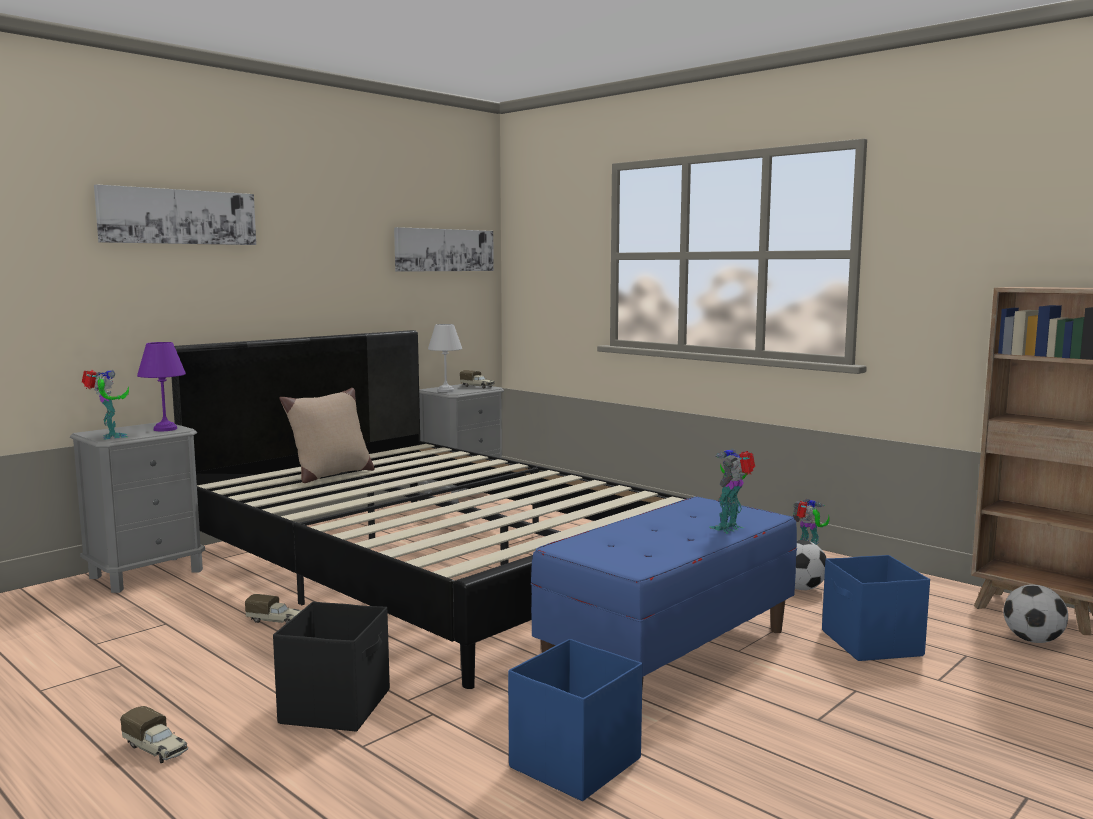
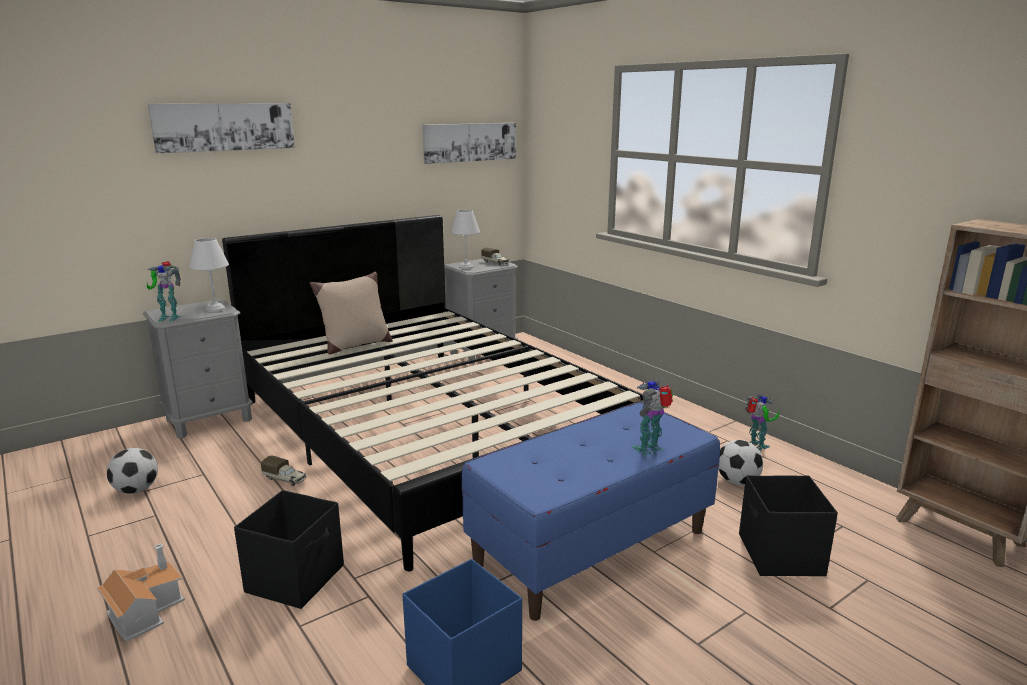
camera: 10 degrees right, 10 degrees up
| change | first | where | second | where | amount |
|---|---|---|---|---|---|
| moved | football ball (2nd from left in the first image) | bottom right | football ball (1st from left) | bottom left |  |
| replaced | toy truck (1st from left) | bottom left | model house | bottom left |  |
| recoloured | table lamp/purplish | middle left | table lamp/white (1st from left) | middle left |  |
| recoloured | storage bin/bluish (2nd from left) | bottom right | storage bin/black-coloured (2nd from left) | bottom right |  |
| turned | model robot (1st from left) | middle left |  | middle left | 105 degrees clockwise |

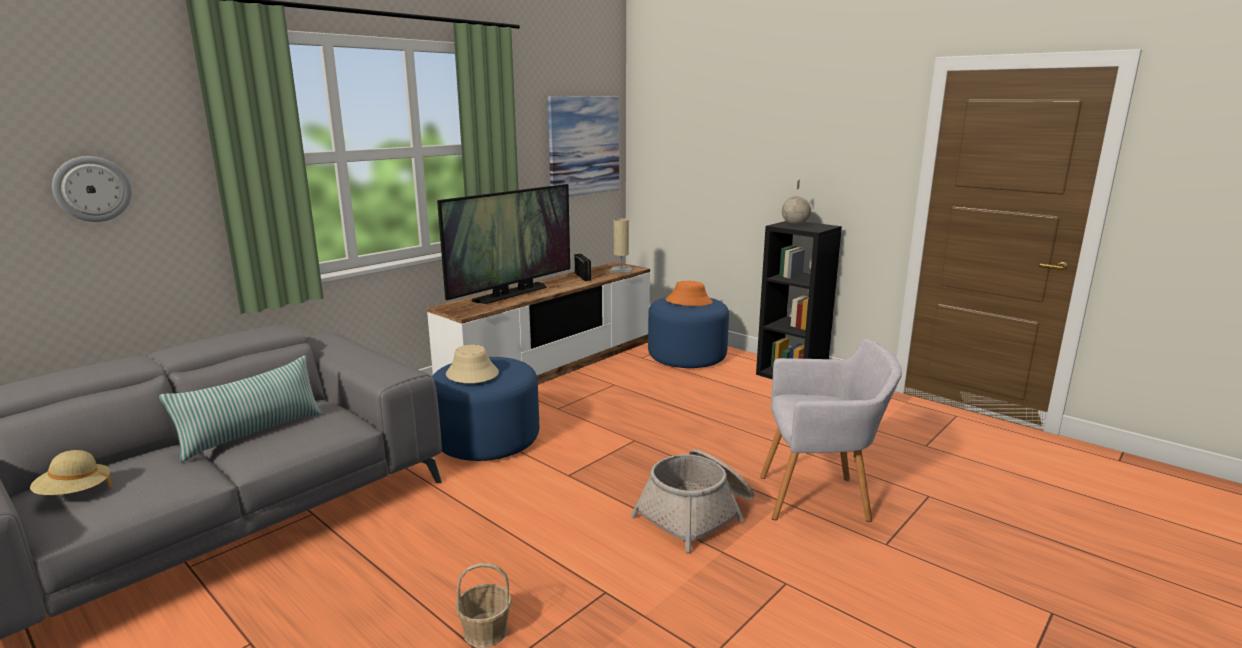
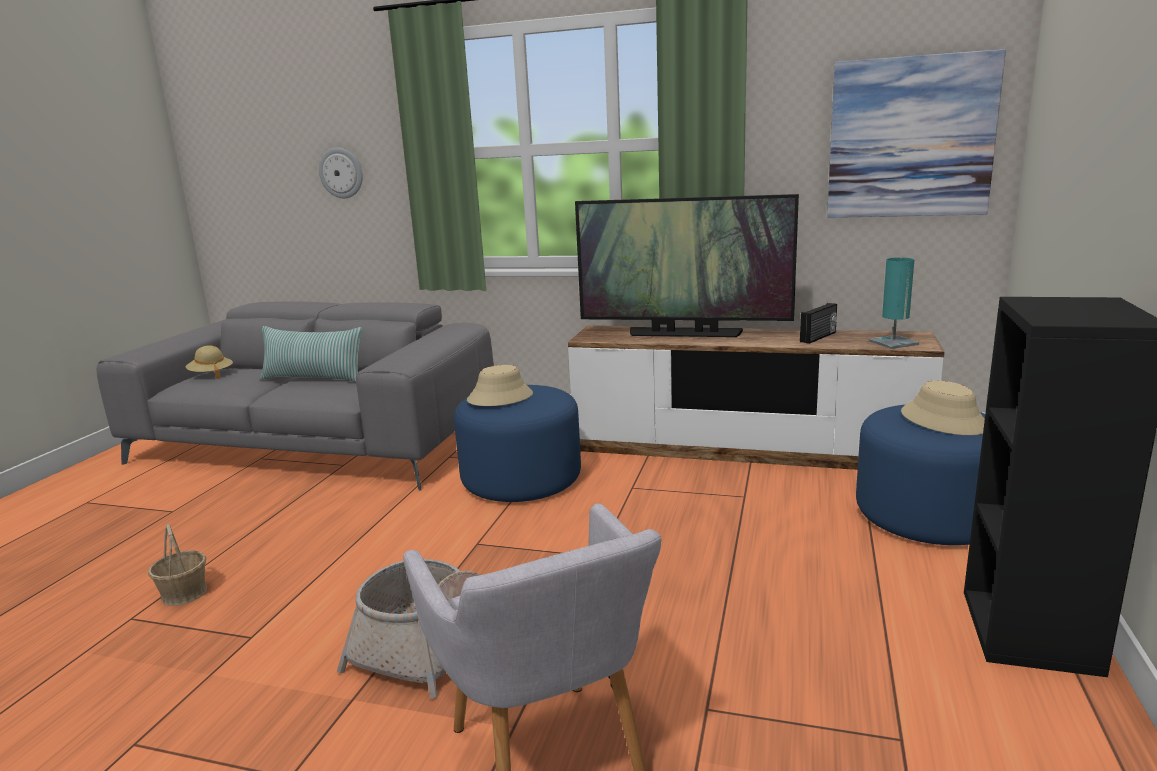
camera: 65 degrees right, 0 degrees up
| change | first | where | second | where | amount |
|---|---|---|---|---|---|
| removed | globe | top centre |  |  |  |
| recoloured | table lamp/beige-coloured | centre | table lamp/turquoise-coloured | middle right |  |
| recoloured | clothing hat/orange-coloured | centre | clothing hat/beige-coloured (3rd from left) | middle right |  |

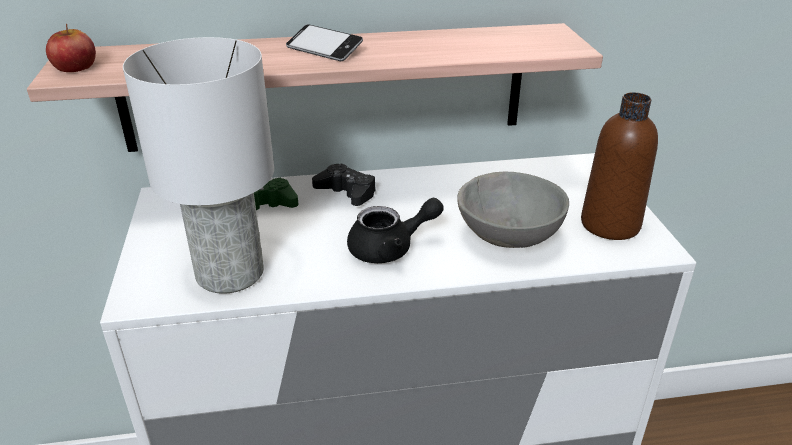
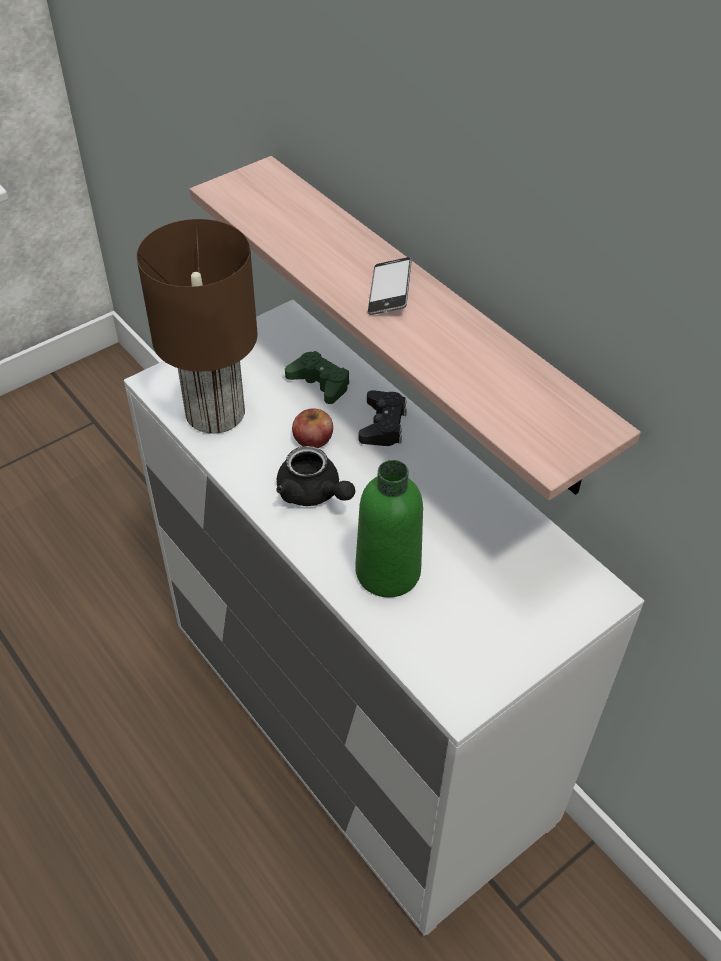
camera: 60 degrees right, 15 degrees up
| change | first | where | second | where | amount |
|---|---|---|---|---|---|
| removed | beverage bottle/brown | middle right |  |  |  |
| moved | apple fruit | top left |  | centre |  |
| replaced | deep dish/gray | centre | beverage bottle/green-coloured | centre |  |
| recoloured | table lamp/white | middle left | table lamp/brown | middle left |  |

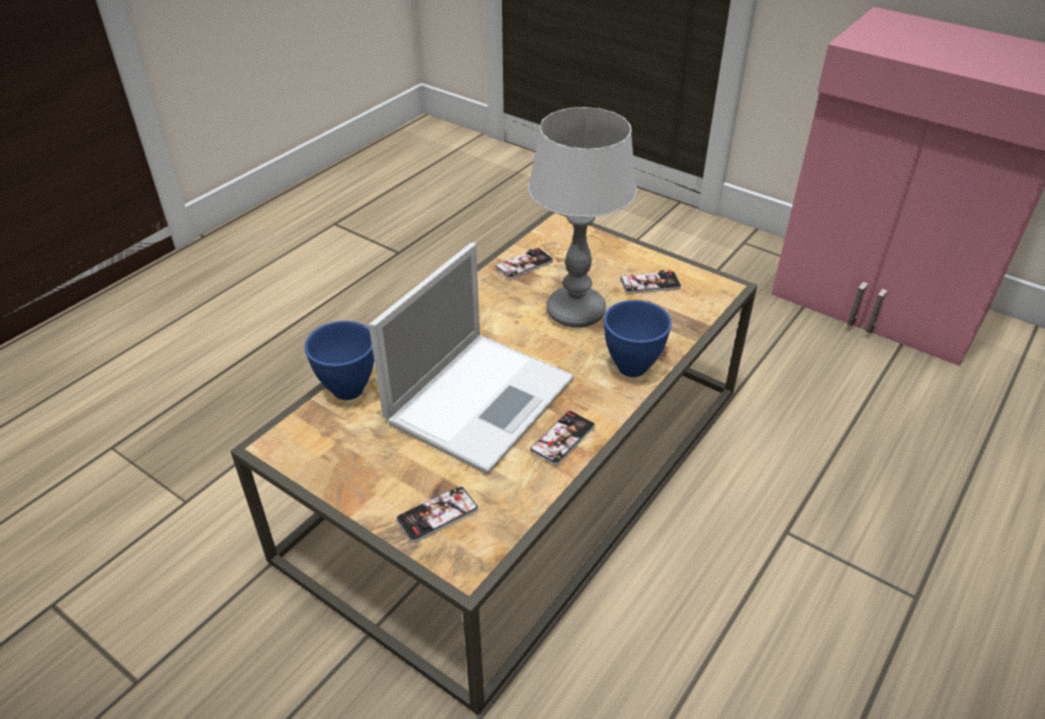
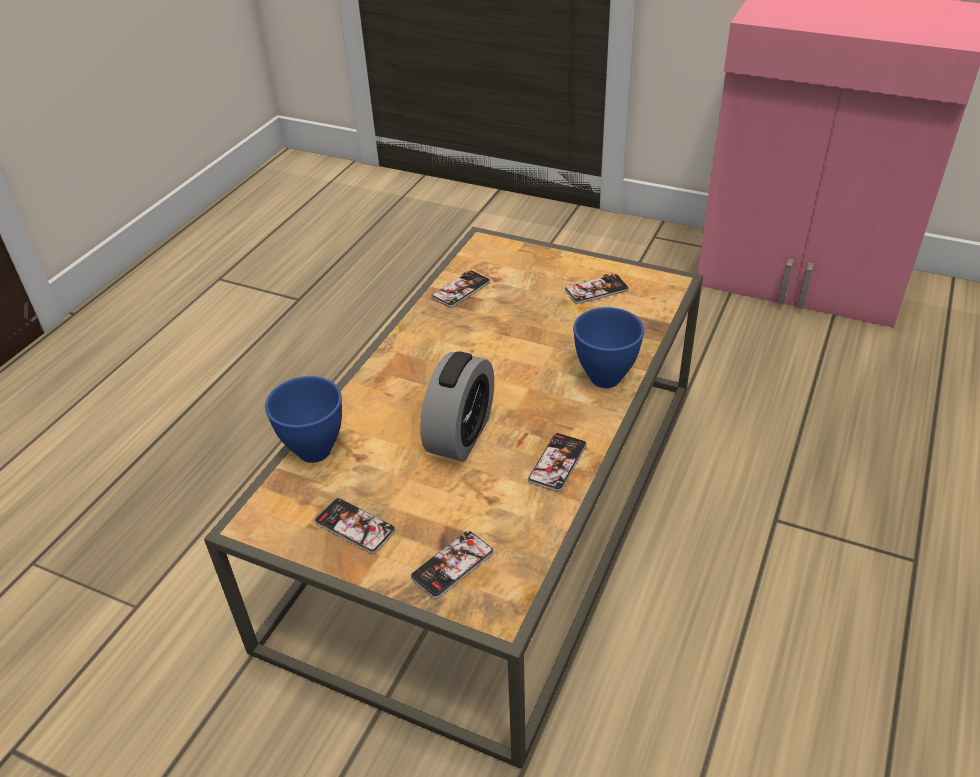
camera: 10 degrees left, 0 degrees up
| change | first | where | second | where | amount |
|---|---|---|---|---|---|
| removed | table lamp | top centre |  |  |  |
| added |  |  | phone (1st from left) | bottom centre |  |
| replaced | notebook computer | centre | table clock | centre |  |

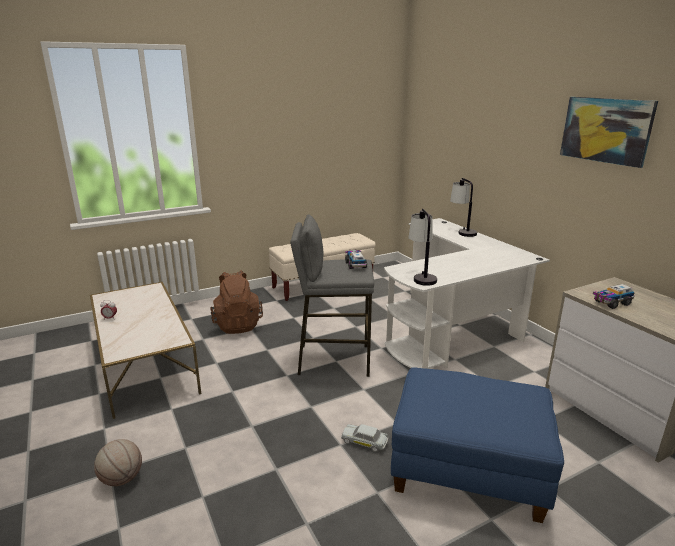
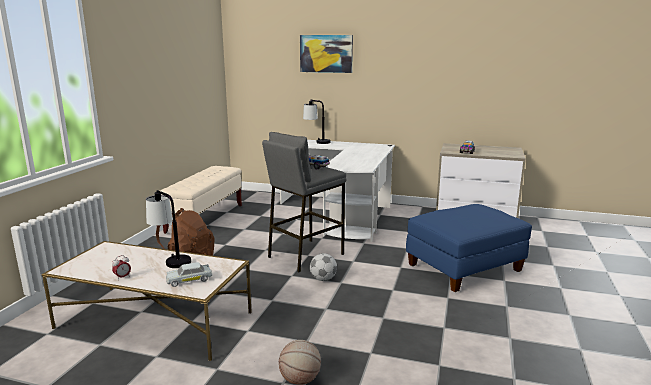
camera: 45 degrees left, 5 degrees down
| change | first | where | second | where | amount |
|---|---|---|---|---|---|
| added |  |  | football ball | bottom centre |  |
| moved | miniature car/white | bottom centre |  | bottom left |  |
| moved | table lamp (1st from left) | centre |  | middle left |  |
| moved | picture | top right |  | top centre |  |

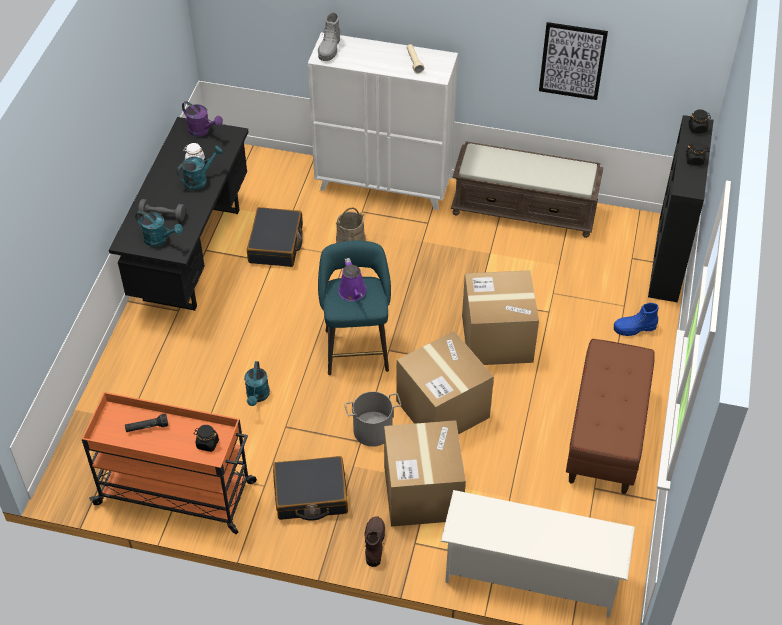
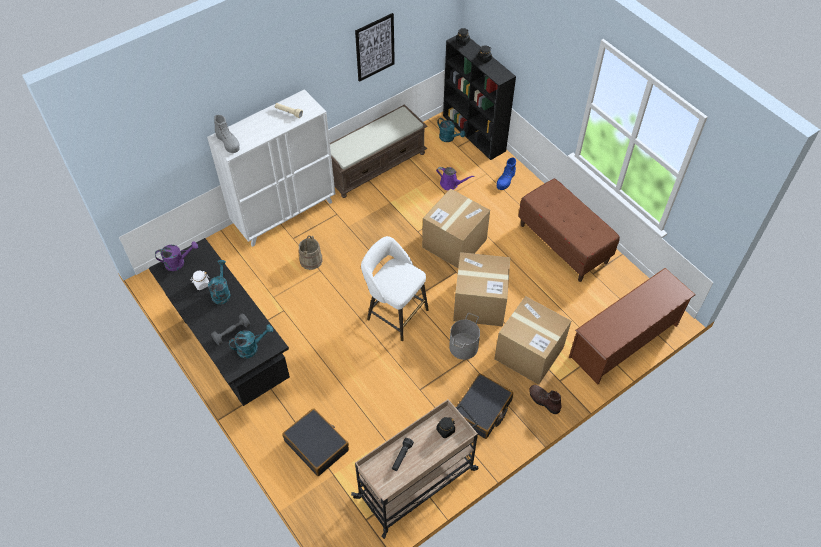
camera: 50 degrees left, 5 degrees up
| change | first | where | second | where | amount |
|---|---|---|---|---|---|
| moved | watering can/turquoise-coloured (3rd from left) | middle left |  | top centre |  |
| moved | suitcase/black-coloured (1st from left) | centre |  | bottom centre |  |
| moved | watering can/purplish (2nd from left) | centre |  | top centre |  |
| recoloured | wheeled cart/orange-coloured | bottom left | wheeled cart/beige-coloured | bottom centre |  |
| recoloured | sitting stool/turquoise-coloured | centre | sitting stool/white | centre |  |
| recoloured | shoe stand/white | bottom right | shoe stand/brown | middle right |  |

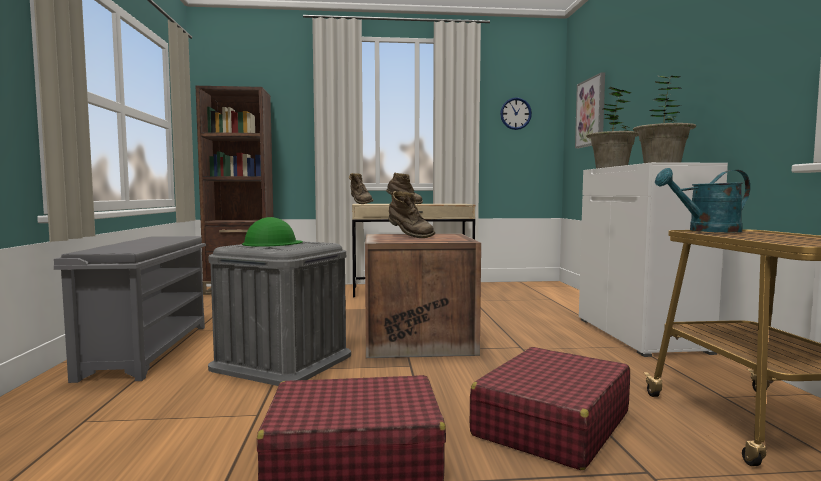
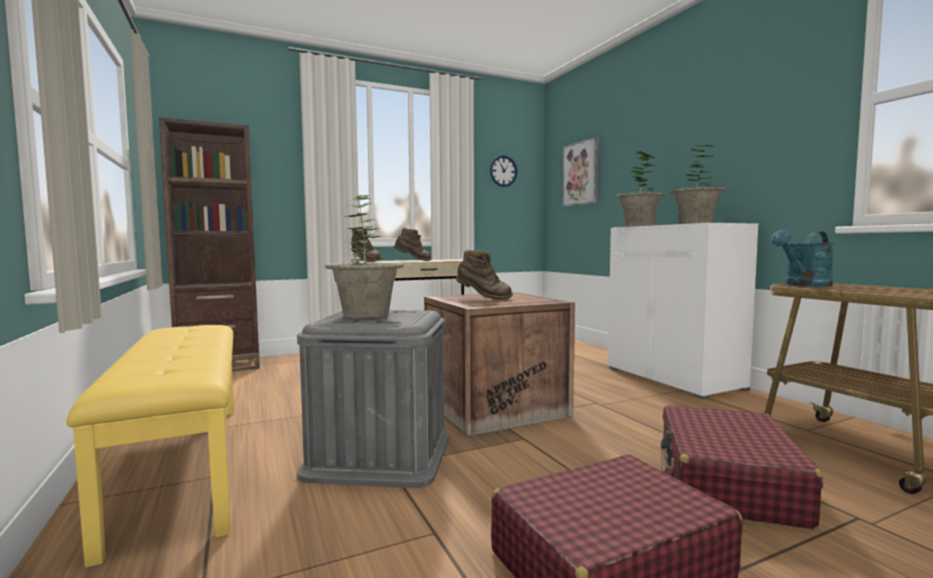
camera: 20 degrees left, 0 degrees up
| change | first | where | second | where | amount |
|---|---|---|---|---|---|
| replaced | shoe stand/gray | middle left | bench/yellowish | bottom left |  |
| replaced | work helmet/green-coloured | middle left | plant in a pot (1st from left) | centre |  |

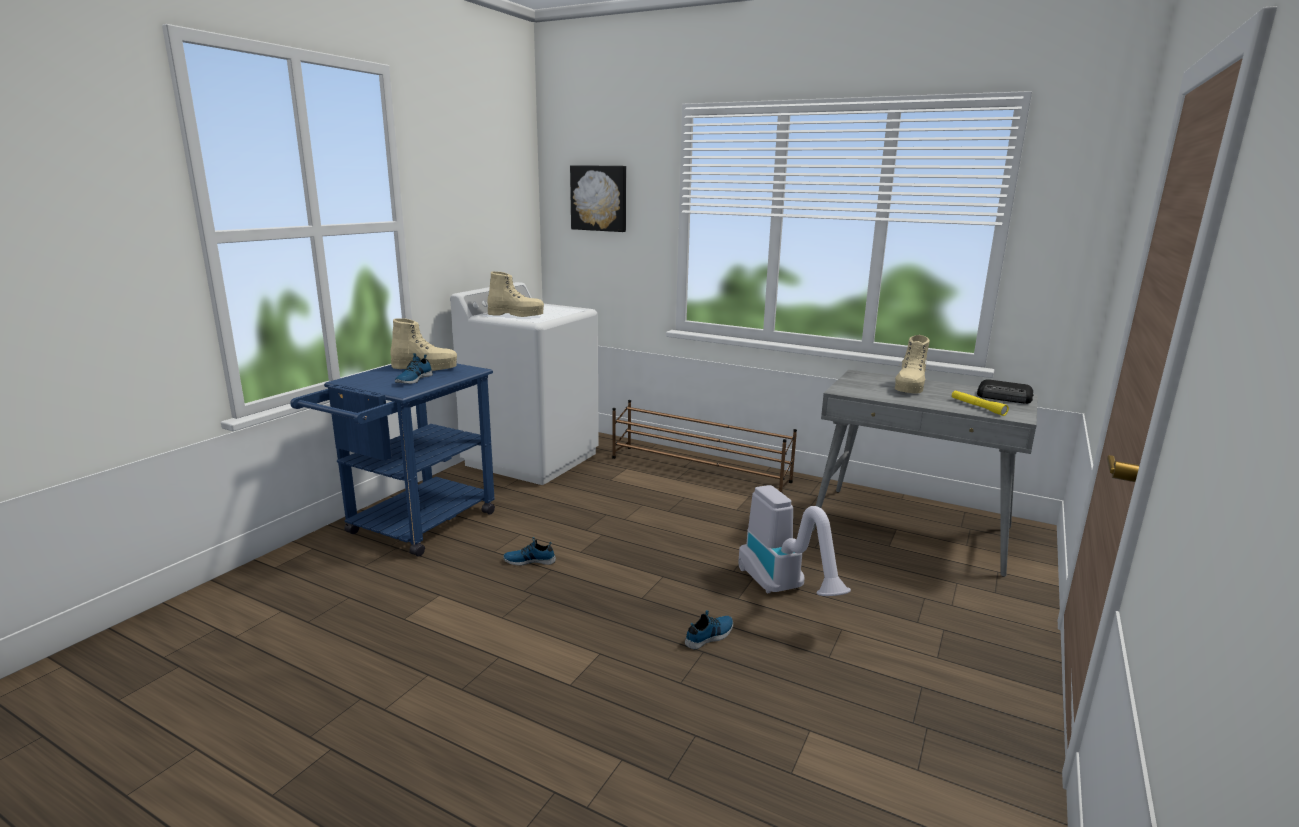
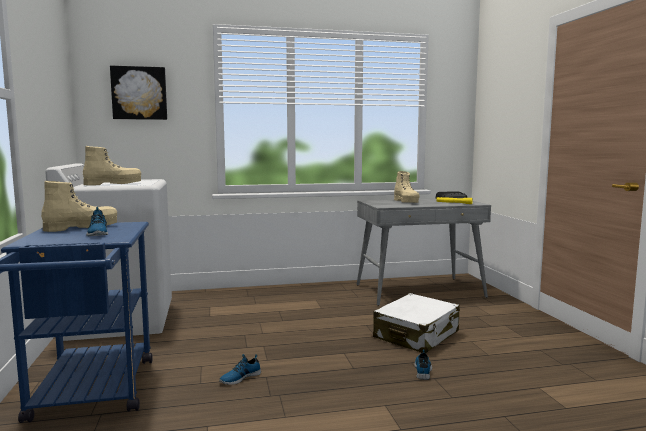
camera: 40 degrees left, 10 degrees down
| change | first | where | second | where | amount |
|---|---|---|---|---|---|
| removed | shoe stand/brown | centre |  |  |  |
| replaced | vacuum cleaner | centre | suitcase/white | bottom centre |  |

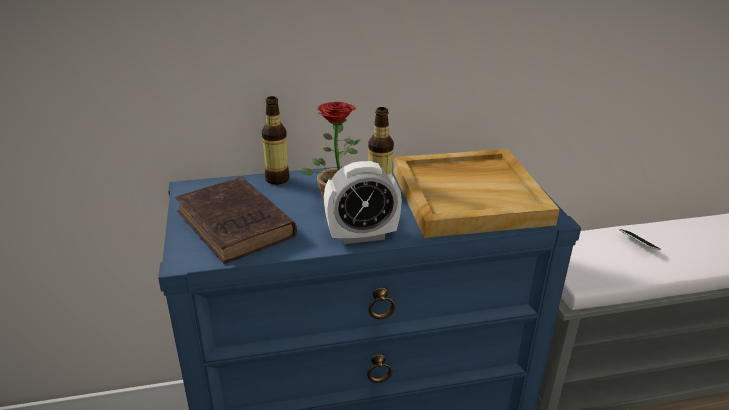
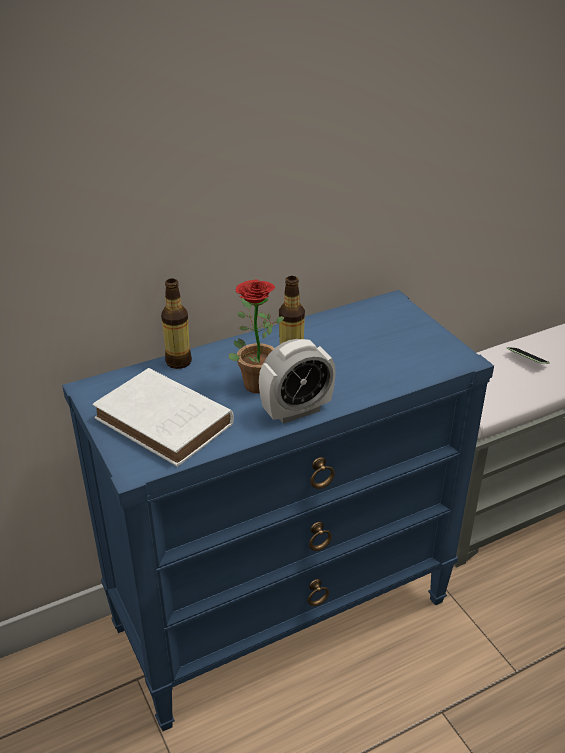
camera: 15 degrees left, 5 degrees up
| change | first | where | second | where | amount |
|---|---|---|---|---|---|
| removed | carrying tray/beige-coloured | centre |  |  |  |
| recoloured | book/brown | middle left | book/white | middle left |  |

